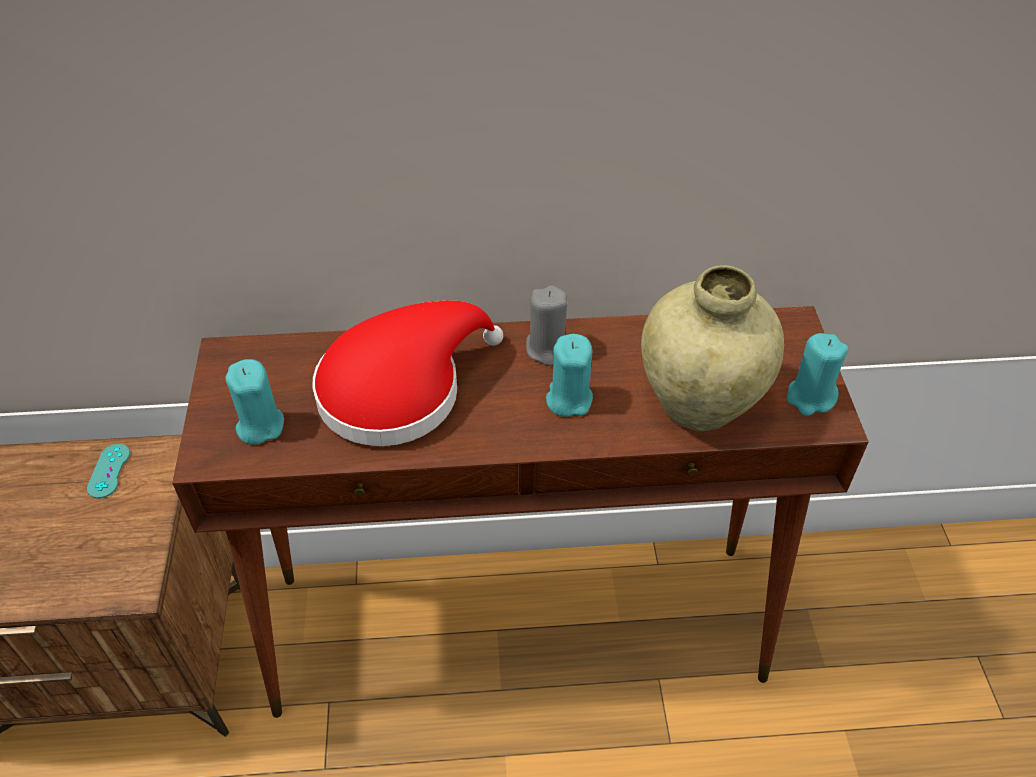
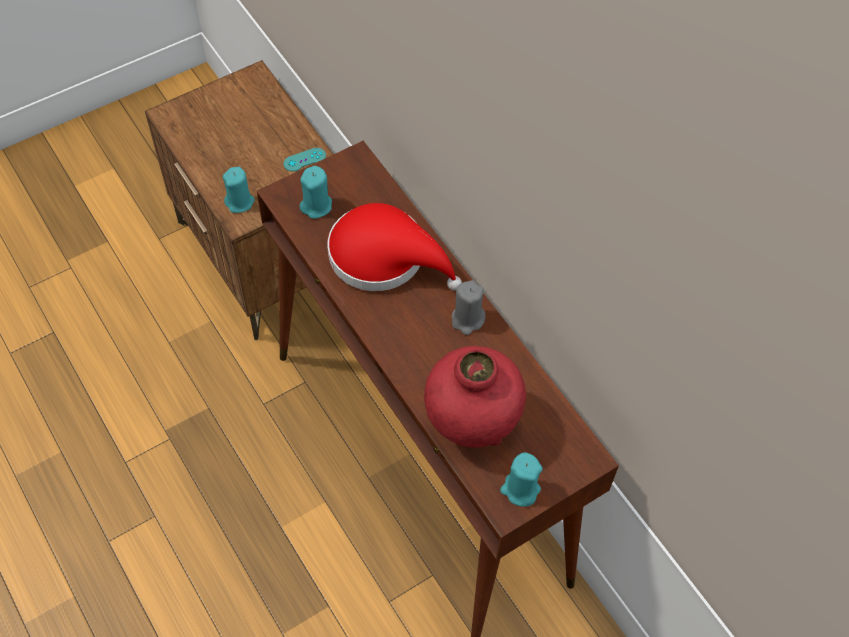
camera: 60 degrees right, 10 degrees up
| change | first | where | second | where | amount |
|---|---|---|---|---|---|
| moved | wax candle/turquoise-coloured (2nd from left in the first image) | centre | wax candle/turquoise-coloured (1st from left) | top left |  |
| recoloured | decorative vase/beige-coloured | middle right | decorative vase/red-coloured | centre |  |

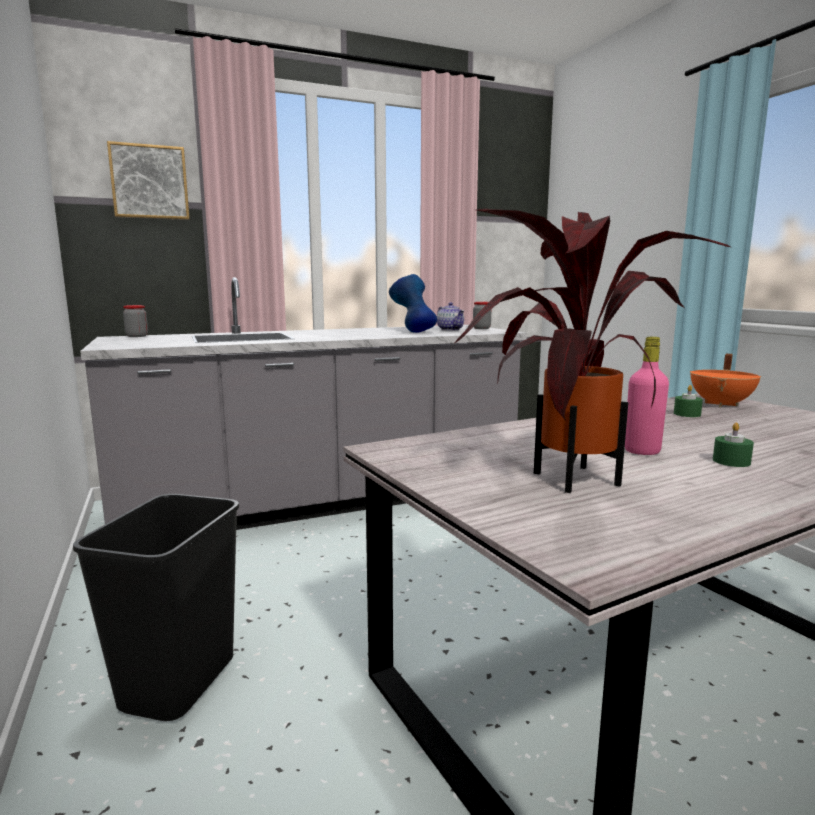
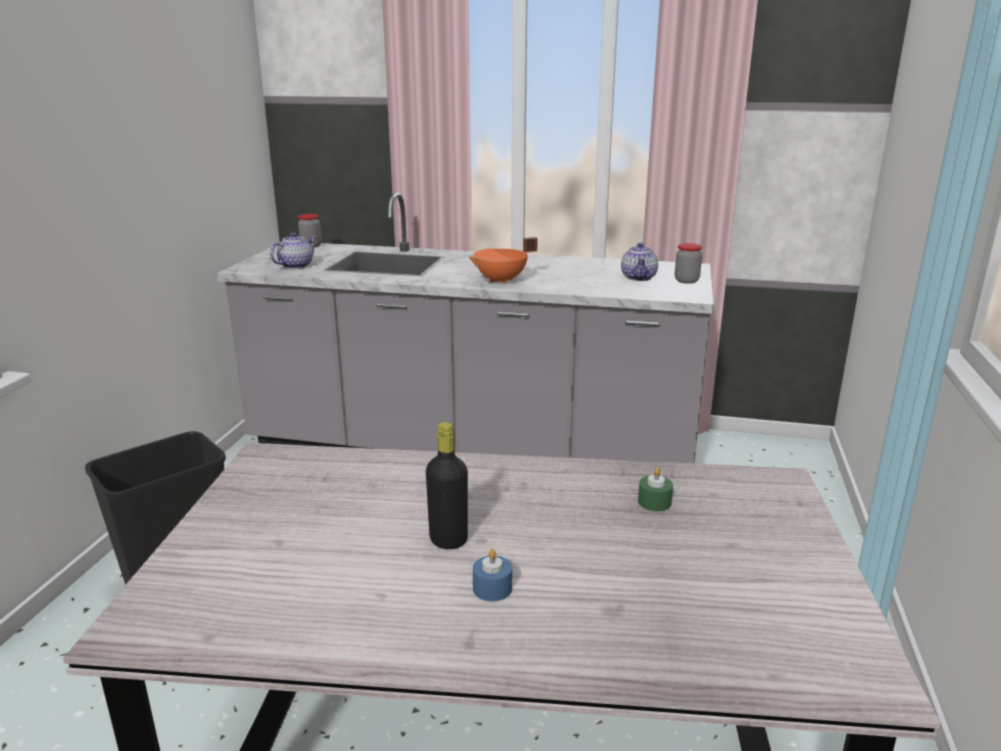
camera: 35 degrees right, 10 degrees up
| change | first | where | second | where | amount |
|---|---|---|---|---|---|
| removed | picture | top left |  |  |  |
| removed | decorative vase/bluish | centre |  |  |  |
| removed | plant in a pot | middle right |  |  |  |
| added |  |  | teapot (1st from left) | top left |  |
| moved | stockpot/orange-coloured | middle right |  | centre |  |
| recoloured | beverage bottle/pink | middle right | beverage bottle/black-coloured | centre |  |
| recoloured | wax candle/green-coloured (2nd from left) | middle right | wax candle/bluish | bottom centre |  |

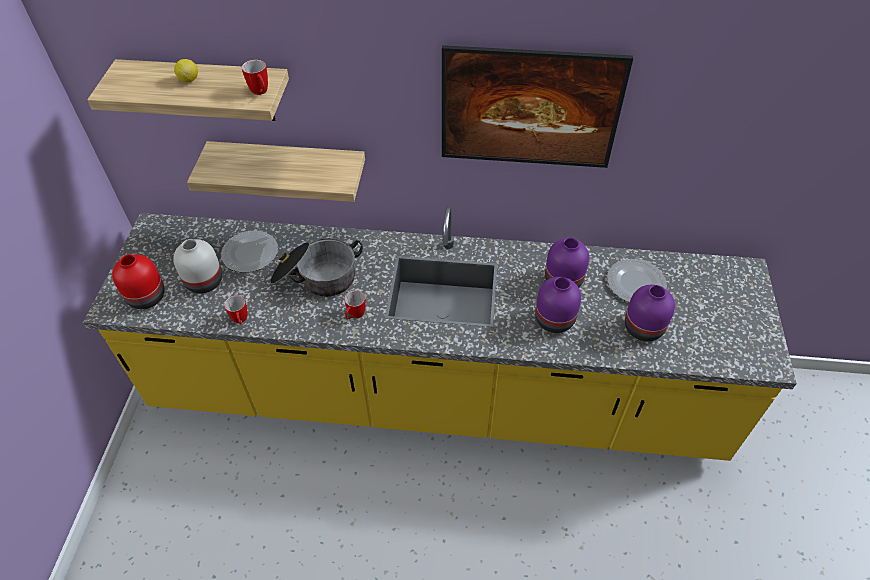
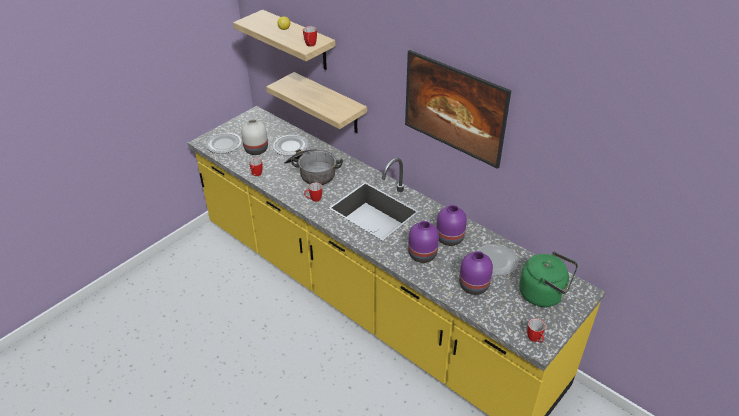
camera: 35 degrees right, 10 degrees down
| change | first | where | second | where | amount |
|---|---|---|---|---|---|
| added |  |  | water kettle/green-coloured | bottom right |  |
| added |  |  | mug (4th from left) | bottom right |  |
| replaced | decorative vase/red-coloured | middle left | dinner plate (1st from left) | middle left |  |

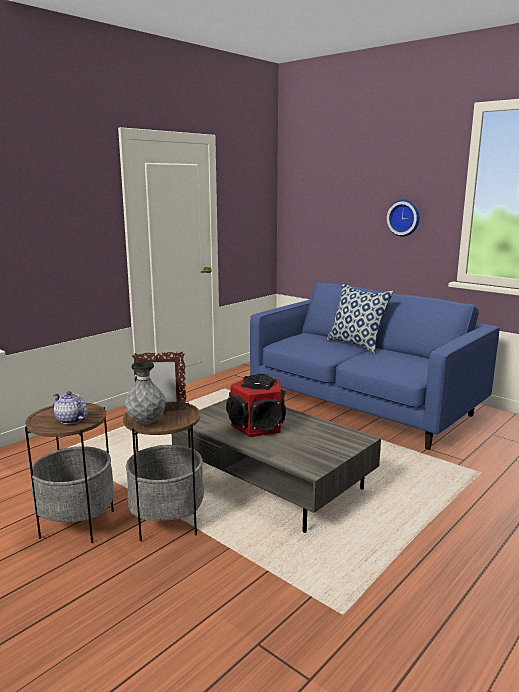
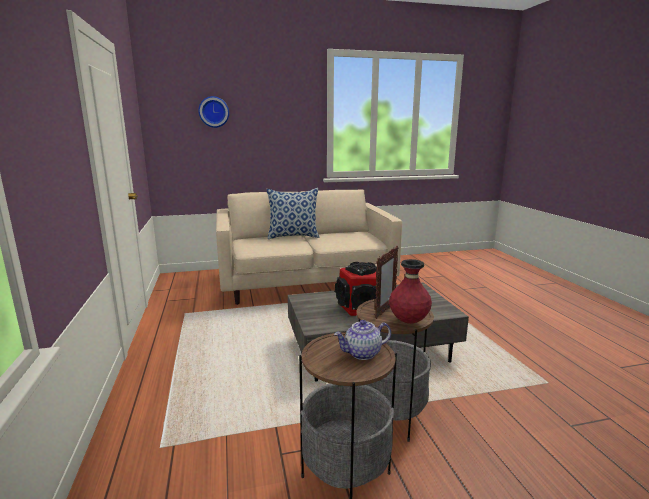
camera: 55 degrees left, 0 degrees up
| change | first | where | second | where | amount |
|---|---|---|---|---|---|
| moved | clock on the wall | top right |  | top left |  |
| recoloured | decorative vase/gray | middle left | decorative vase/red-coloured | centre |  |
| recoloured | couch/bluish | middle right | couch/beige-coloured | centre |  |

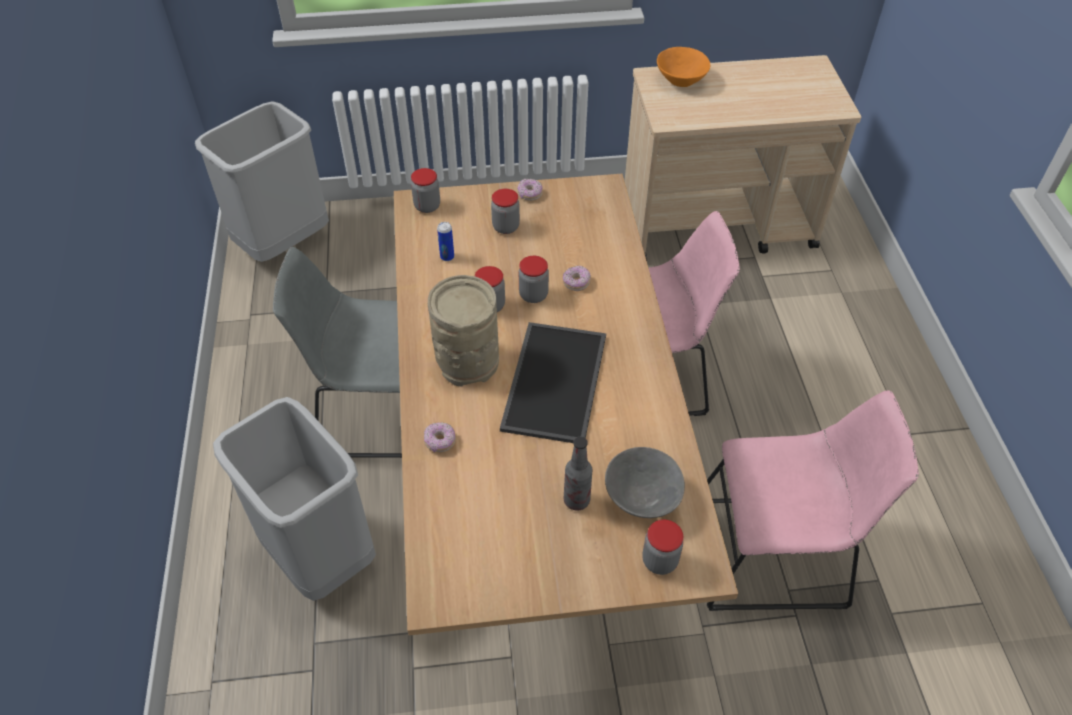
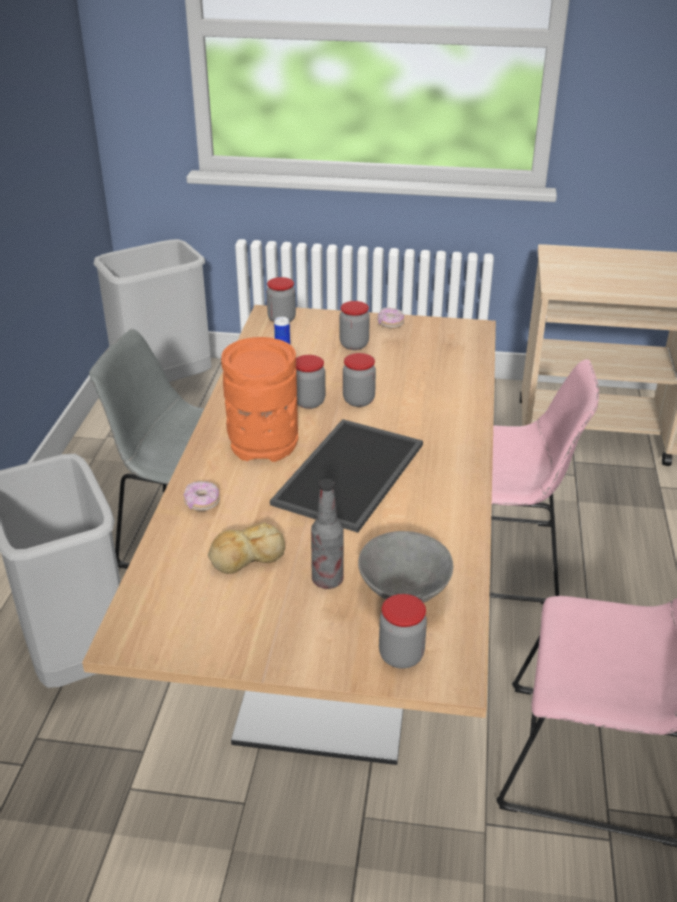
camera: 15 degrees right, 15 degrees down
| change | first | where | second | where | amount |
|---|---|---|---|---|---|
| removed | doughnut (3rd from left) | centre |  |  |  |
| removed | deep dish/orange-coloured | top centre |  |  |  |
| added |  |  | bakery bread | centre |  |
| recoloured | decorative vase/beige-coloured | centre | decorative vase/orange-coloured | centre |  |

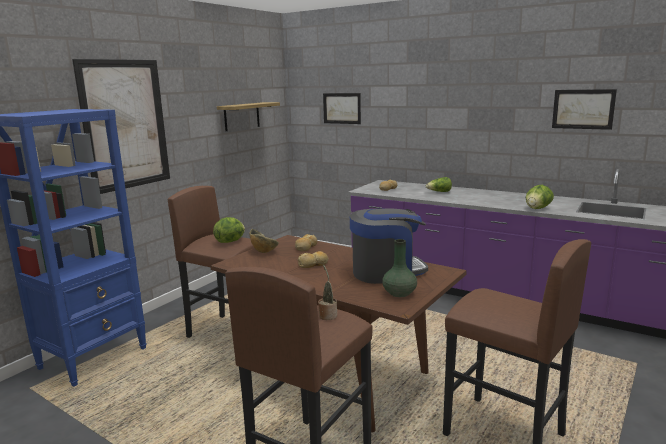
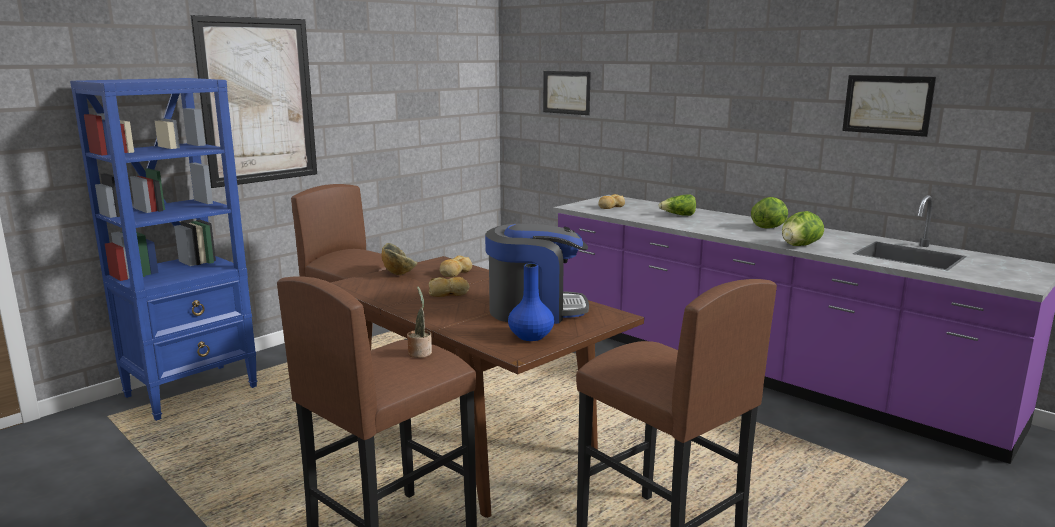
camera: 10 degrees right, 0 degrees up
| change | first | where | second | where | amount |
|---|---|---|---|---|---|
| removed | wall shelf | top centre |  |  |  |
| moved | lettuce (1st from left in the first image) | centre | lettuce (2nd from left) | middle right |  |
| recoloured | decorative vase/green-coloured | centre | decorative vase/bluish | centre |  |

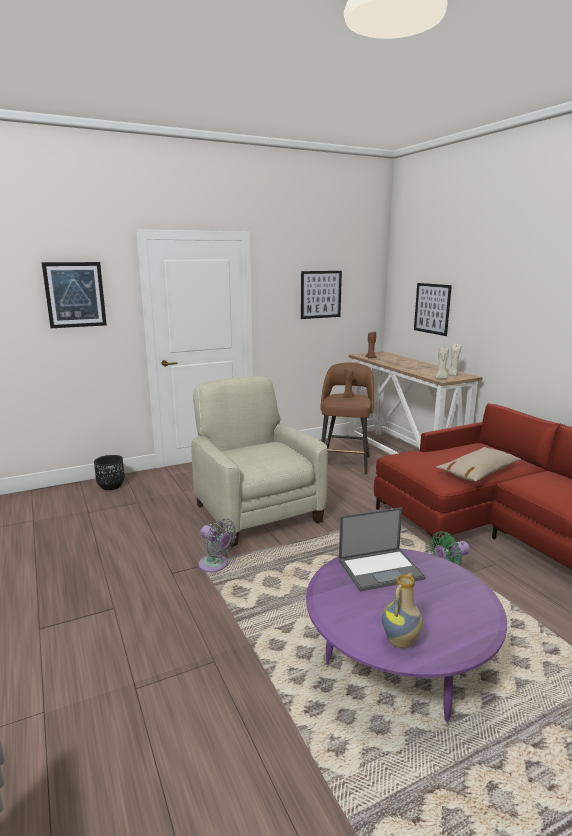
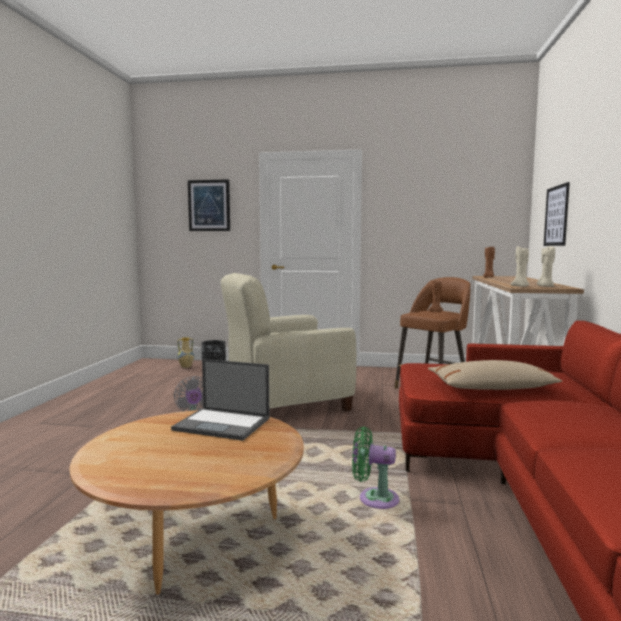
camera: 35 degrees right, 10 degrees down
| change | first | where | second | where | amount |
|---|---|---|---|---|---|
| removed | picture (2nd from left) | centre |  |  |  |
| moved | decorative vase | bottom right |  | middle left |  |
| recoloured | lounge table/purplish | bottom right | lounge table/brown | bottom left |  |
| turned | easy chair/beige-coloured | centre |  | centre | 120 degrees counterclockwise |

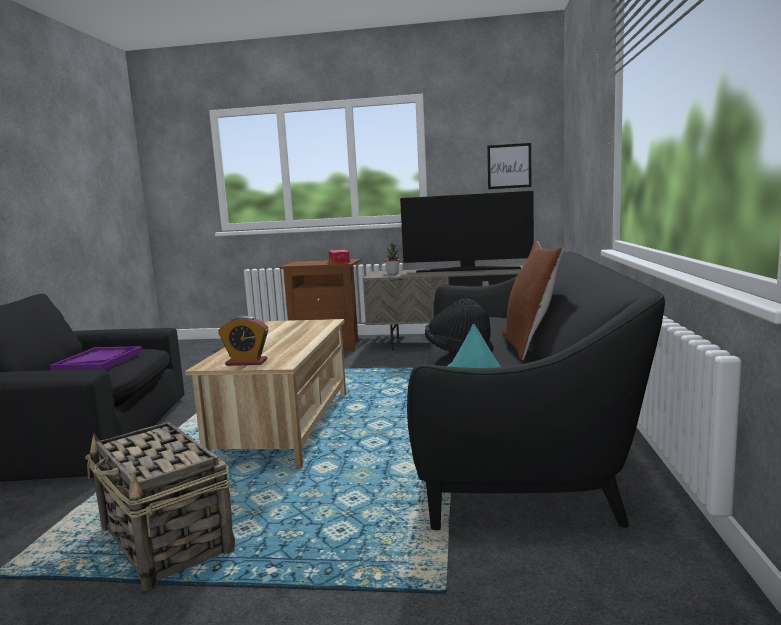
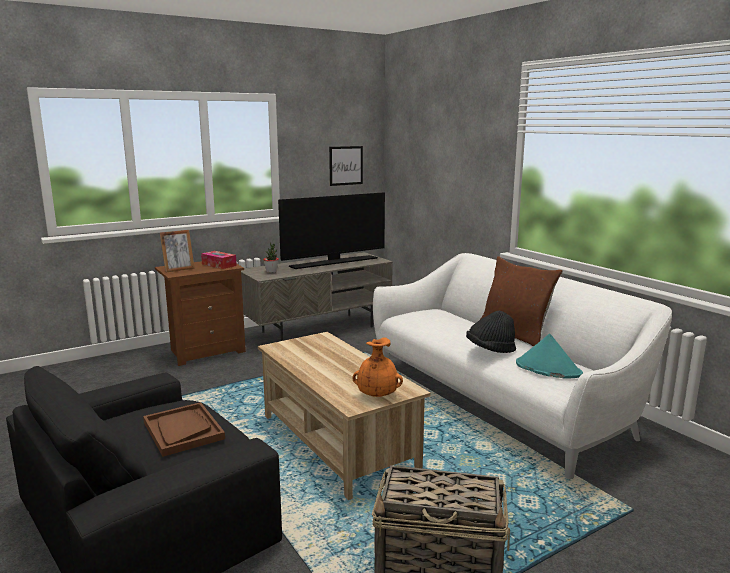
camera: 40 degrees left, 5 degrees up
| change | first | where | second | where | amount |
|---|---|---|---|---|---|
| added |  |  | picture frame | middle left |  |
| replaced | table clock | middle left | decorative vase/orange-coloured | centre |  |
| recoloured | carrying tray/purplish | middle left | carrying tray/brown | bottom left |  |
| recoloured | couch/black-coloured | middle right | couch/white | middle right |  |

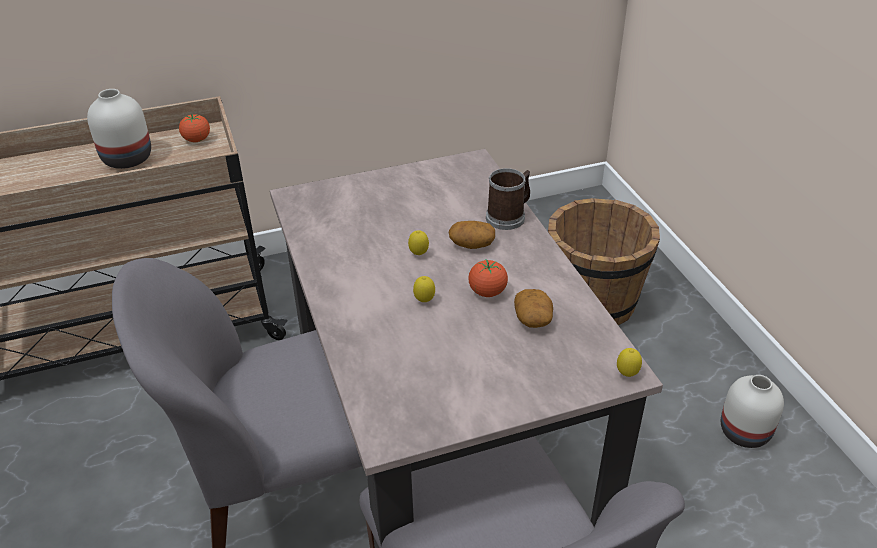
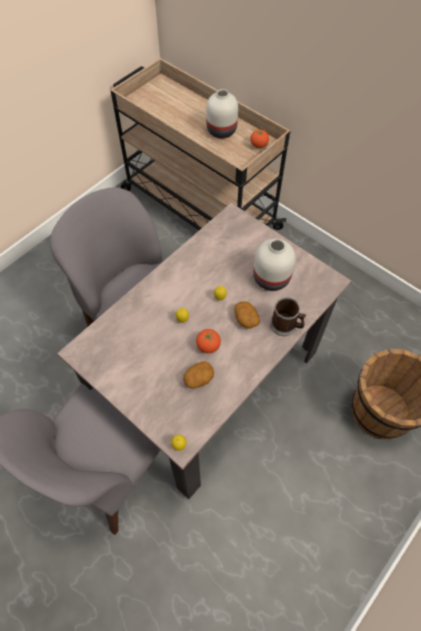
camera: 60 degrees right, 20 degrees up
| change | first | where | second | where | amount |
|---|---|---|---|---|---|
| moved | decorative vase/white (2nd from left) | bottom right |  | centre |  |

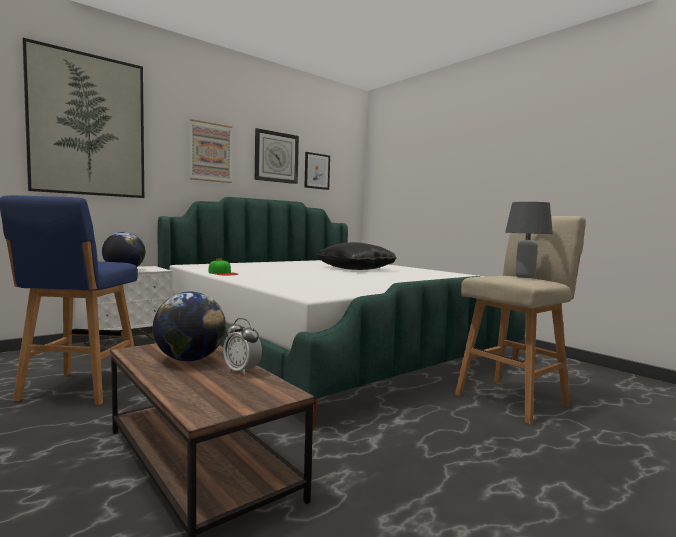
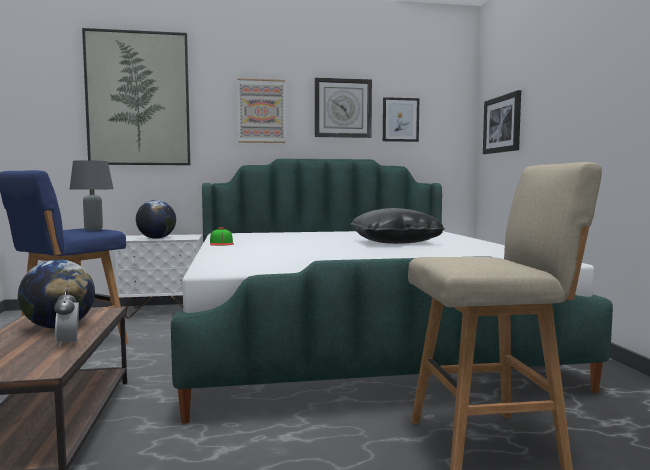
camera: 30 degrees right, 0 degrees up
| change | first | where | second | where | amount |
|---|---|---|---|---|---|
| added |  |  | picture (4th from left) | top right |  |
| moved | table lamp/gray | middle right |  | middle left |  |

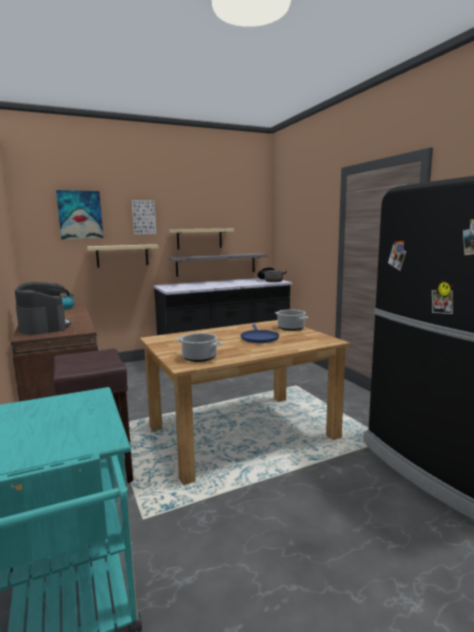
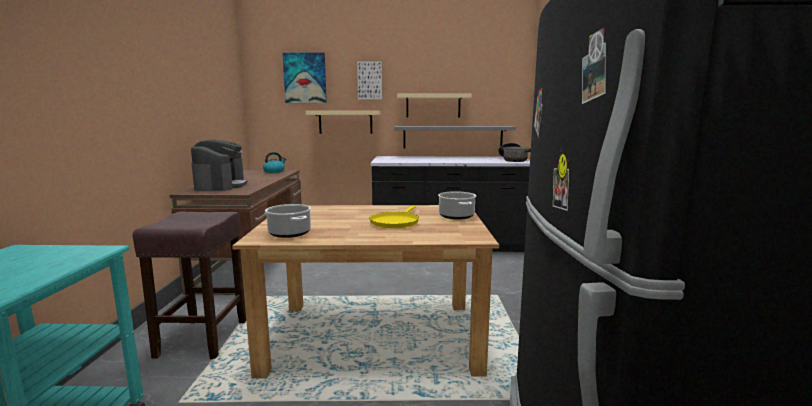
camera: 25 degrees right, 0 degrees up
| change | first | where | second | where | amount |
|---|---|---|---|---|---|
| recoloured | frying pan/bluish | centre | frying pan/yellowish | centre |  |

